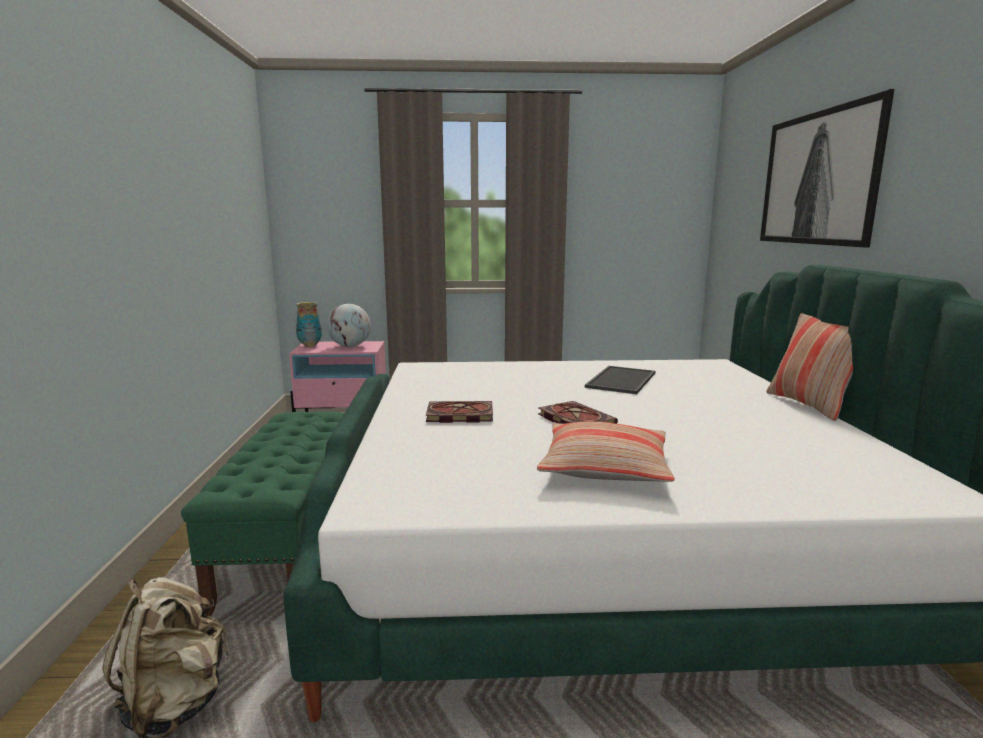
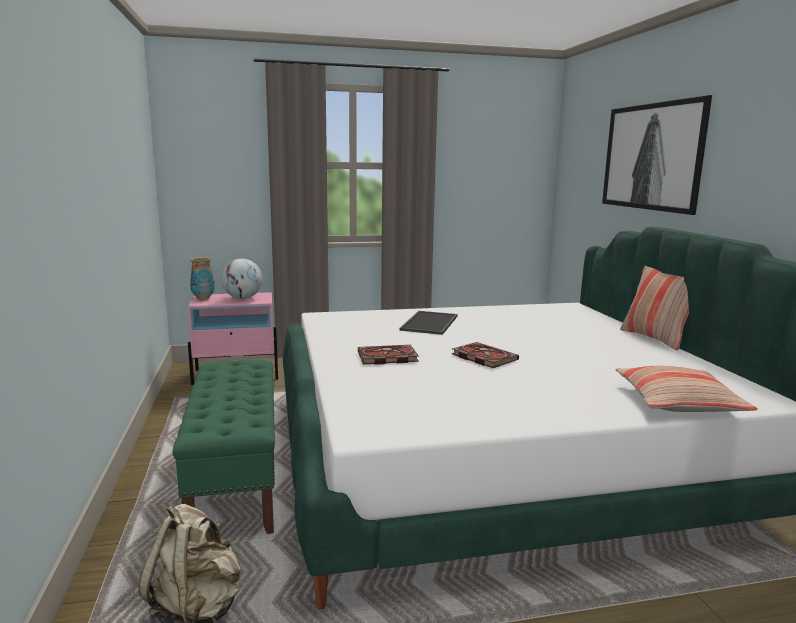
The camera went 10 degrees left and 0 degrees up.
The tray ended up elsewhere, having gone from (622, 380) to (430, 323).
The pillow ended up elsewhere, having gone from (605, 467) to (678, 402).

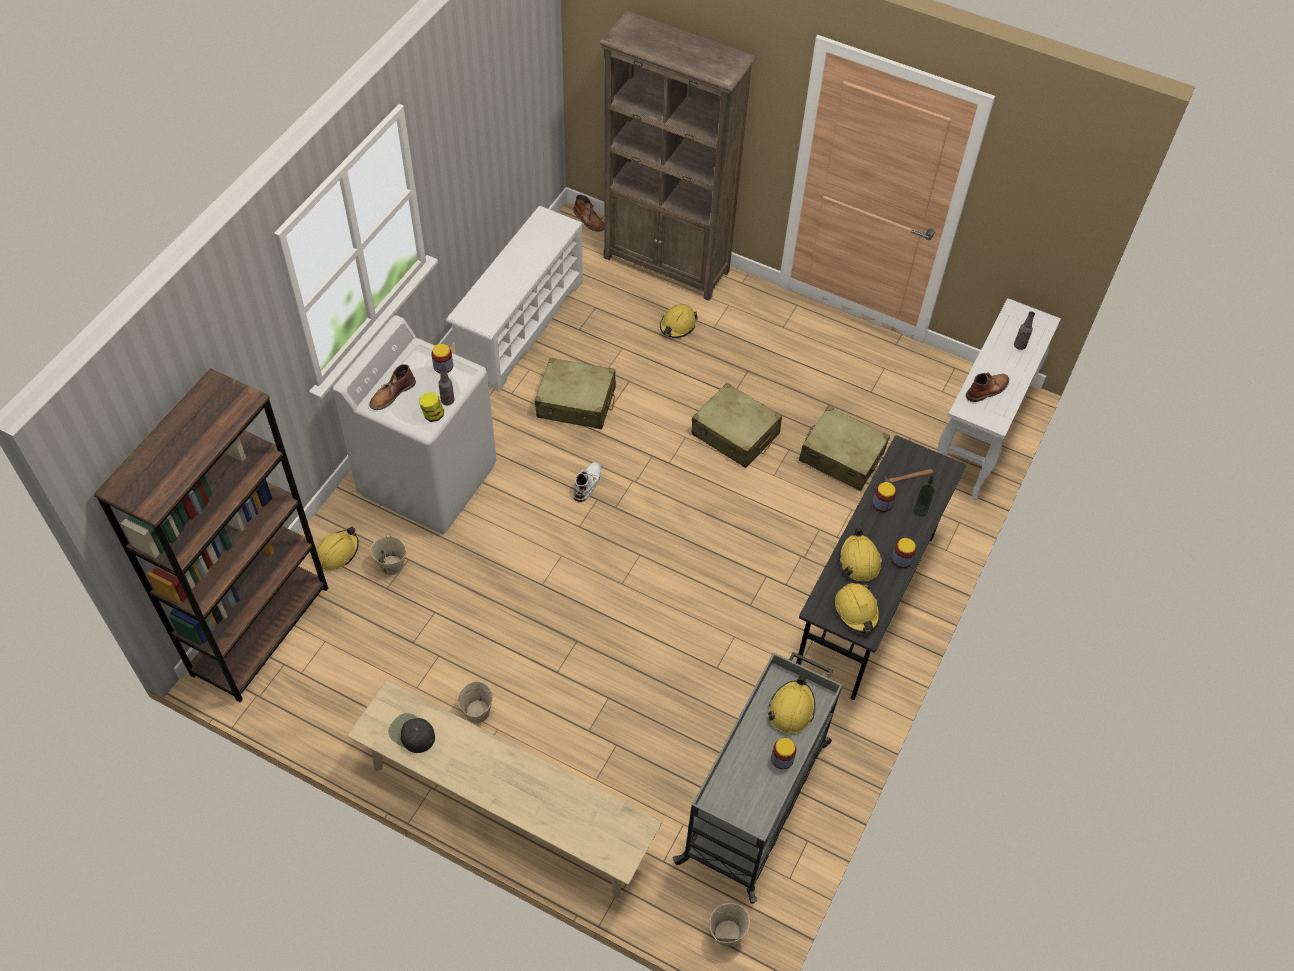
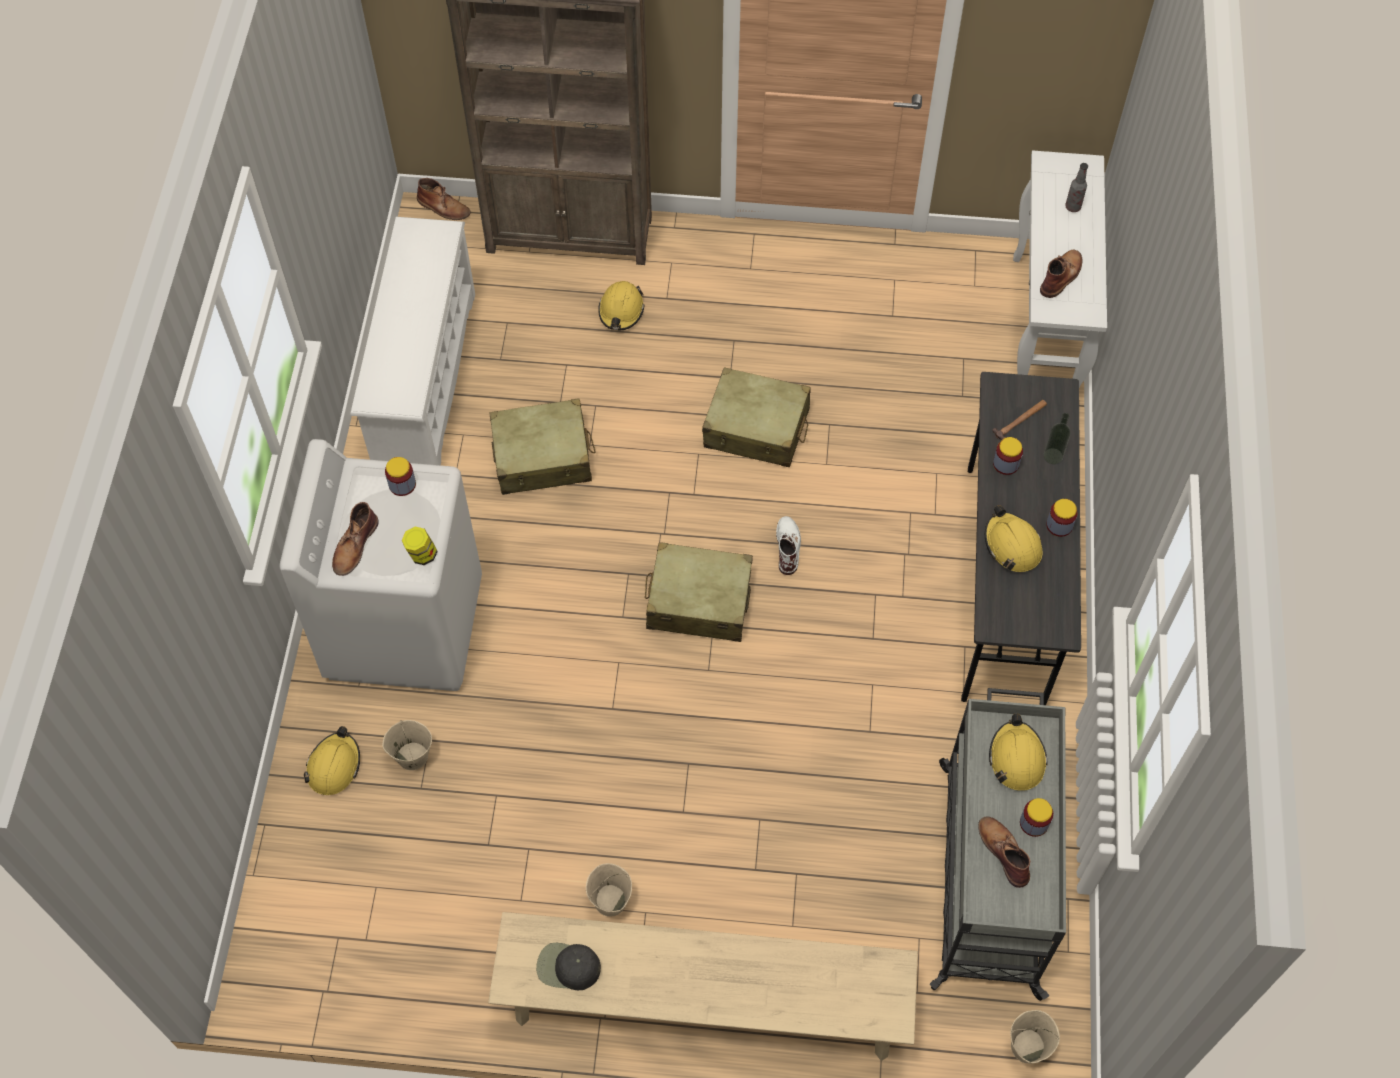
The camera went 20 degrees left and 5 degrees up.
The second view lost the bottle at (447, 401).
The second view lost the bookcase/brown at (261, 630).
The suitcase/beige ended up elsewhere, having gone from (841, 457) to (698, 601).
The boot/white ended up elsewhere, having gone from (588, 483) to (787, 546).
The second view lost the hard hat/yellow at (856, 611).
The second view gained the boot/brown at (1003, 851).

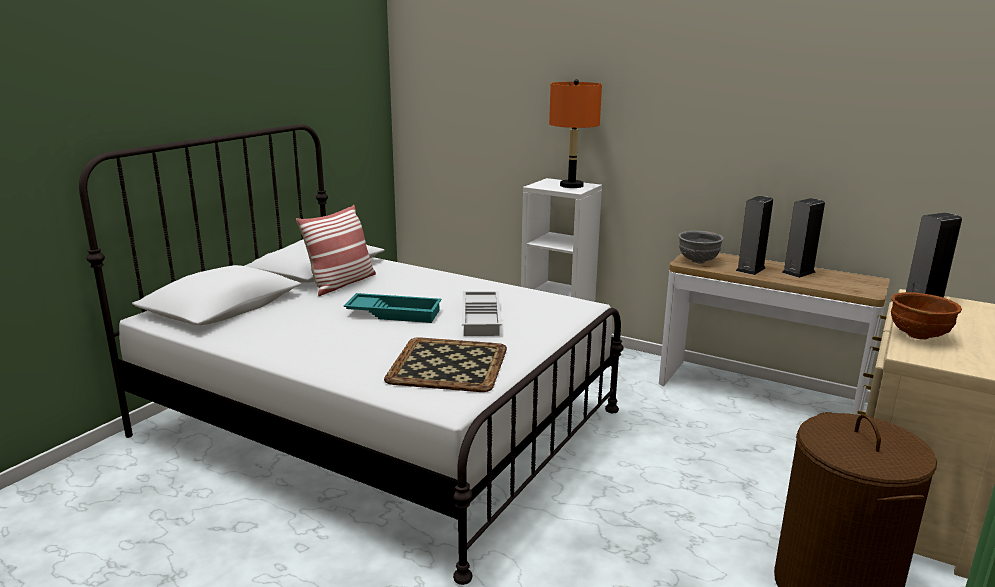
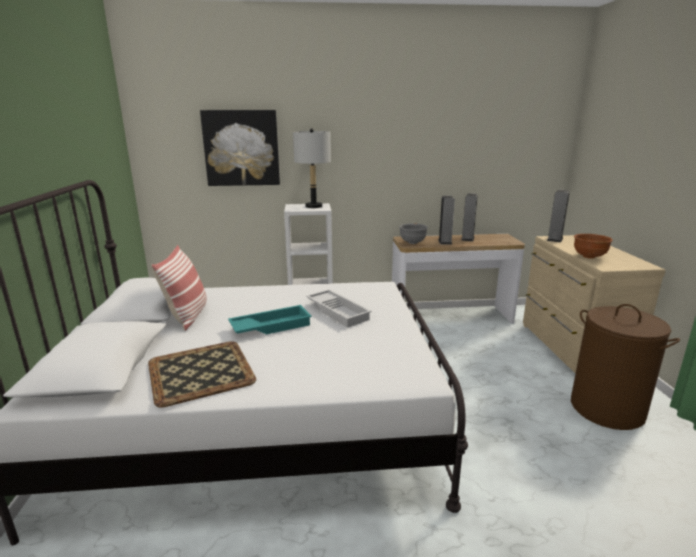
The camera went 35 degrees left and 0 degrees up.
What was the table lamp/orange at (572, 186) turned into the table lamp/grey at (314, 206).
The tray ended up elsewhere, having gone from (449, 365) to (201, 372).
The second view gained the picture at (241, 148).

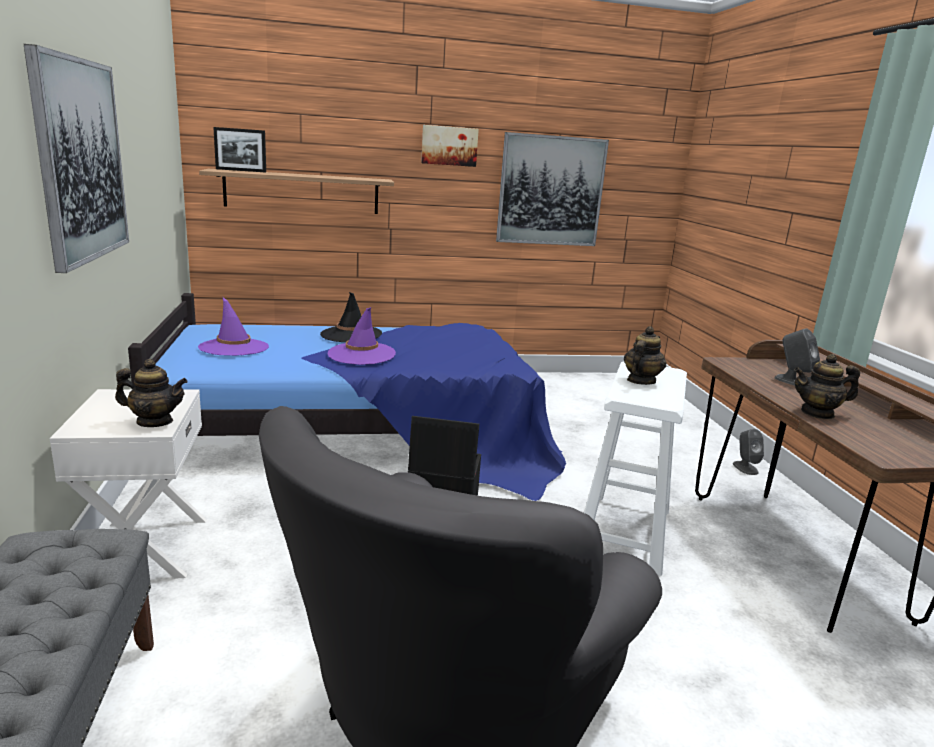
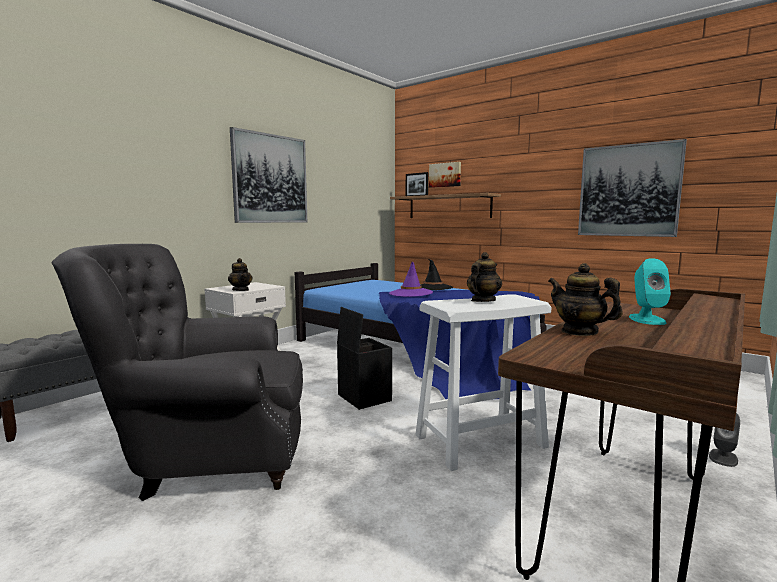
The camera went 50 degrees right and 10 degrees down.
The picture ended up elsewhere, having gone from (449, 146) to (445, 175).
The second view lost the hat/purple at (234, 347).
The teapot at (640, 381) ended up facing another way, 45 degrees counterclockwise from before.
What was the speaker/grey at (793, 381) turned into the speaker/turquoise at (646, 319).

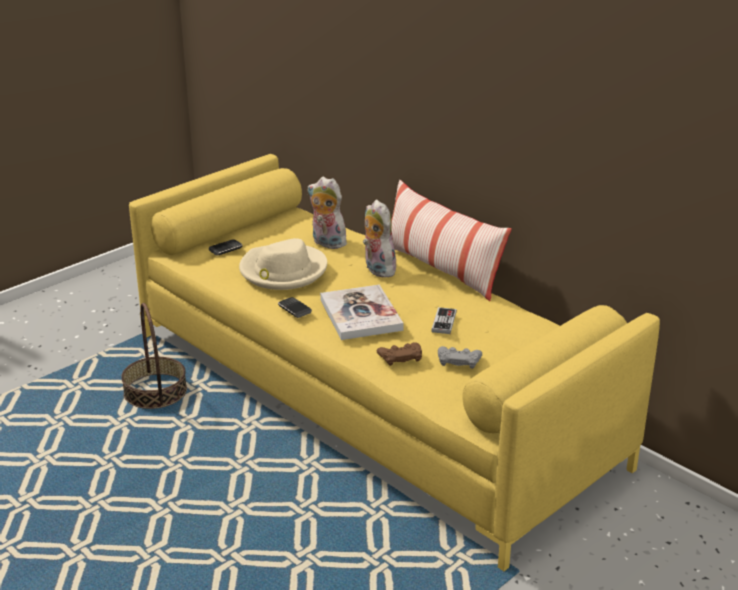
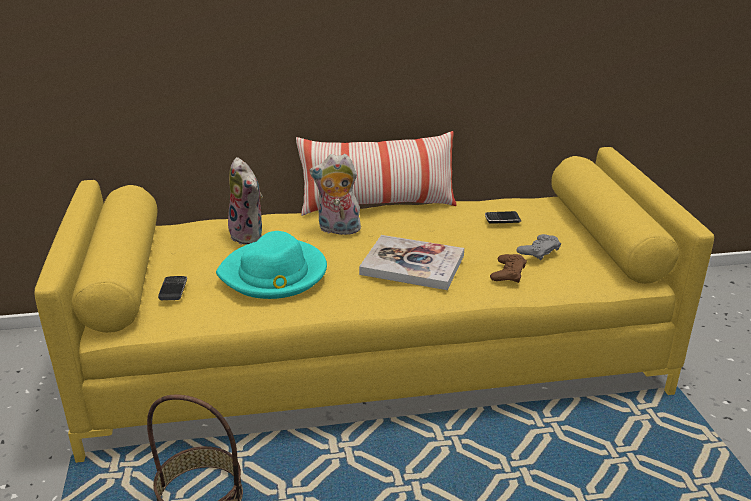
The camera went 55 degrees left and 0 degrees up.
The plush toy at (326, 243) ended up facing another way, 105 degrees counterclockwise from before.
What was the hat/beige at (282, 271) turned into the hat/turquoise at (274, 274).
The phone ended up elsewhere, having gone from (294, 309) to (502, 219).
The second view lost the game controller at (444, 322).

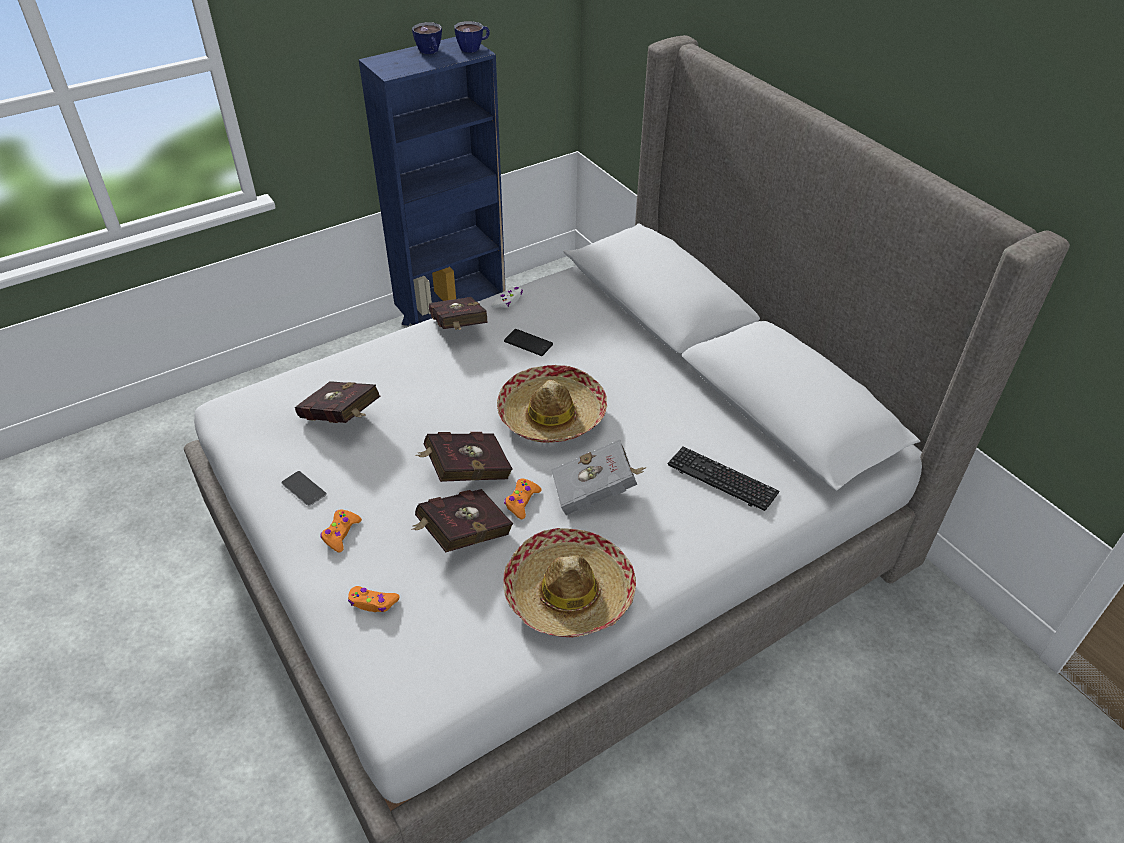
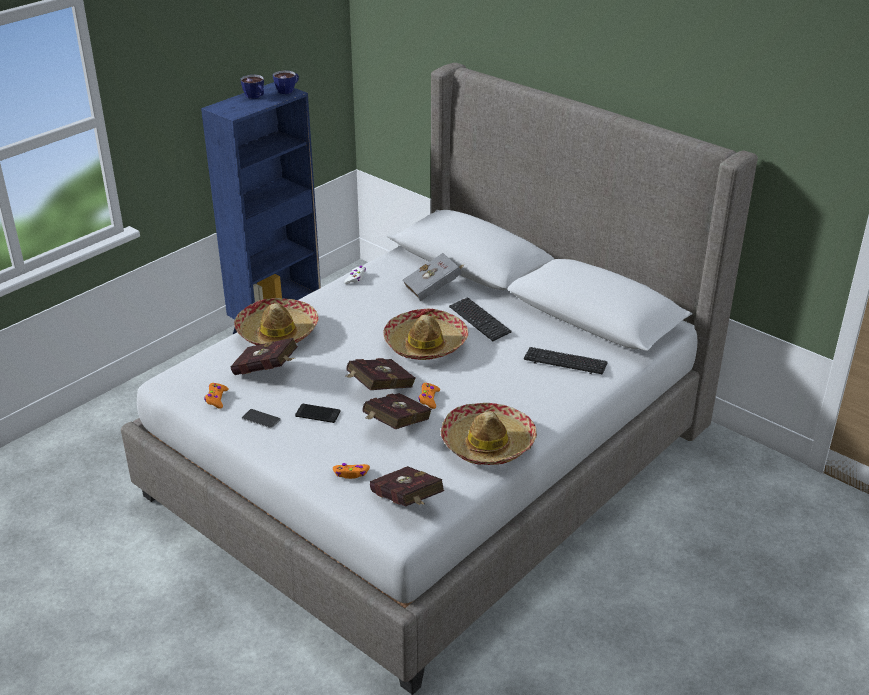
The camera went 15 degrees left and 10 degrees down.
The book/red ended up elsewhere, having gone from (458, 329) to (407, 503).
The phone ended up elsewhere, having gone from (528, 343) to (317, 414).
The book/grey ended up elsewhere, having gone from (596, 492) to (434, 289).
The game controller/orange ended up elsewhere, having gone from (341, 533) to (216, 399).
The second view gained the keyboard at (479, 320).
The second view gained the hat at (277, 332).

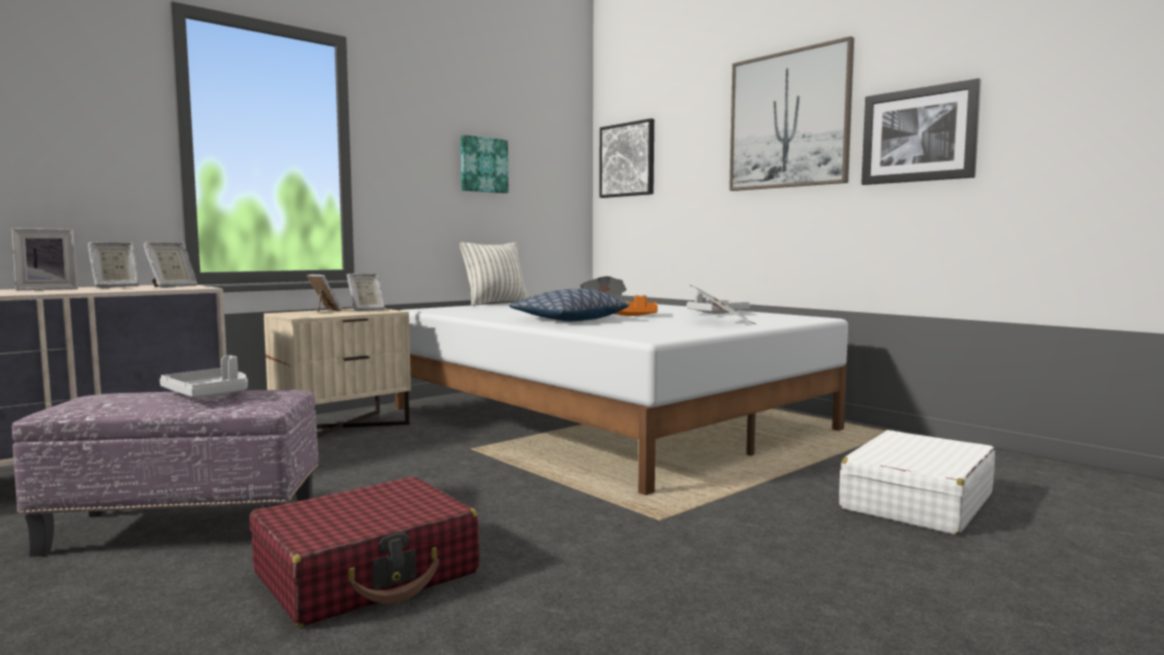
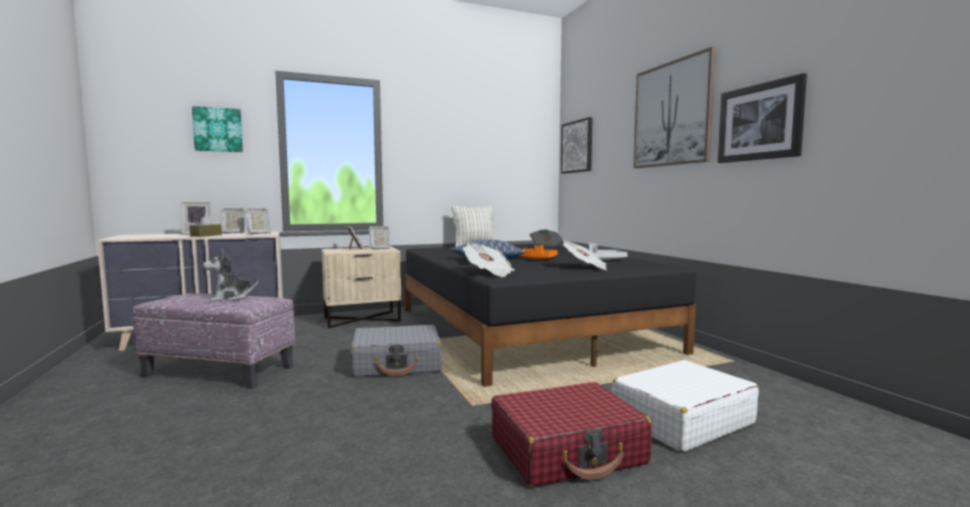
The camera went 20 degrees right and 0 degrees up.
The picture ended up elsewhere, having gone from (483, 165) to (218, 130).
What was the bed/white at (606, 418) turned into the bed/black at (525, 328).
Where the tray/grey stood at (209, 395), the plush toy came to stand at (230, 298).
The suitcase/red ended up elsewhere, having gone from (368, 573) to (567, 450).
The second view gained the tissue box/brown at (206, 235).
The second view gained the newspaper at (488, 273).
The second view gained the suitcase/grey at (397, 364).

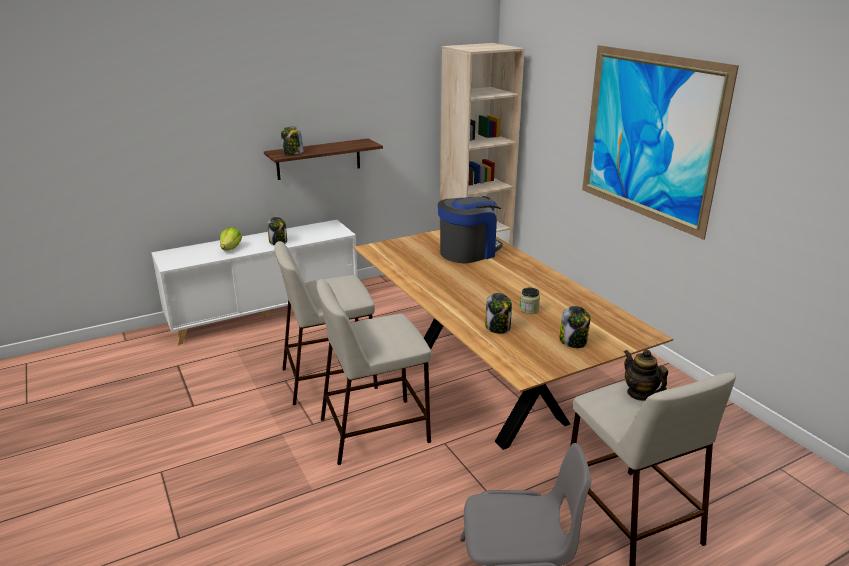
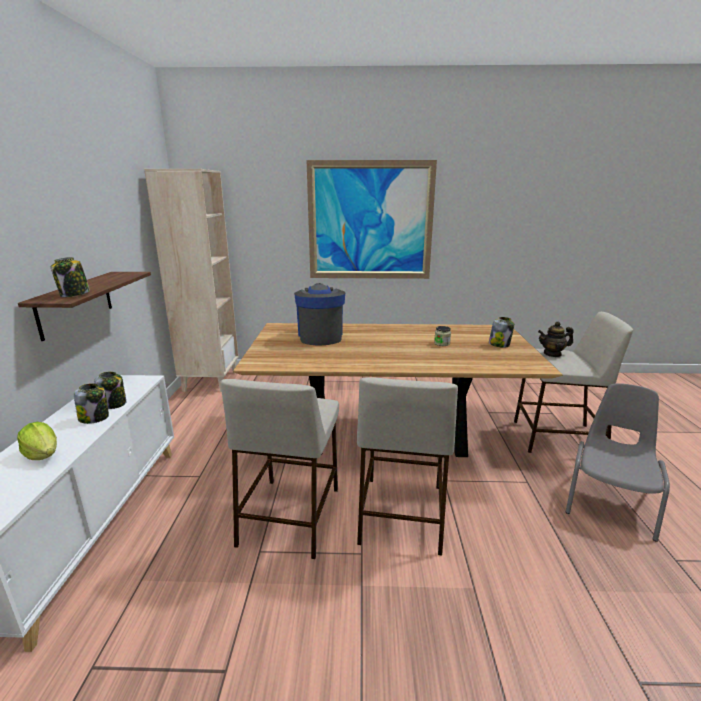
The camera went 60 degrees left and 5 degrees down.
The jar ended up elsewhere, having gone from (498, 327) to (113, 404).

